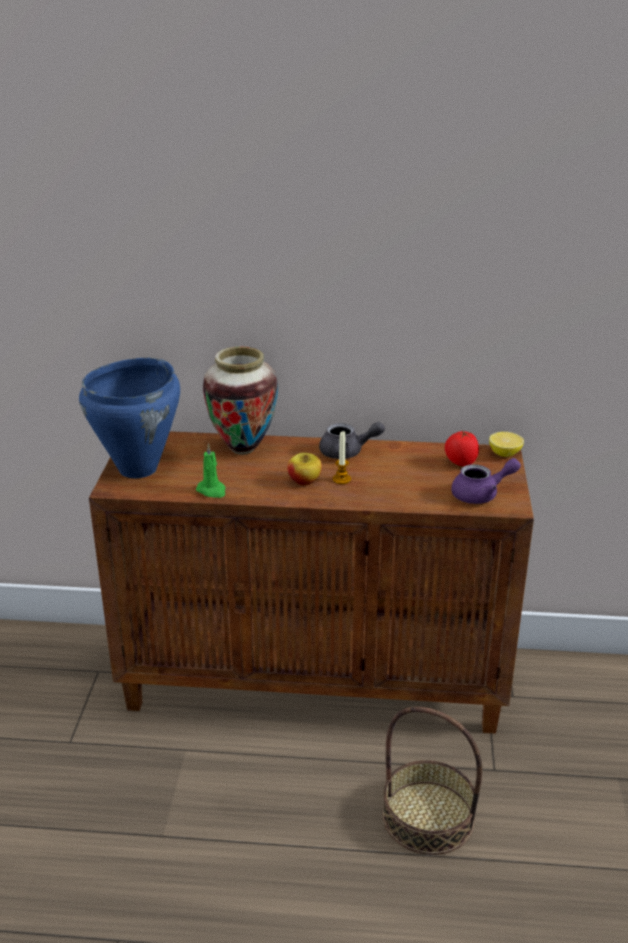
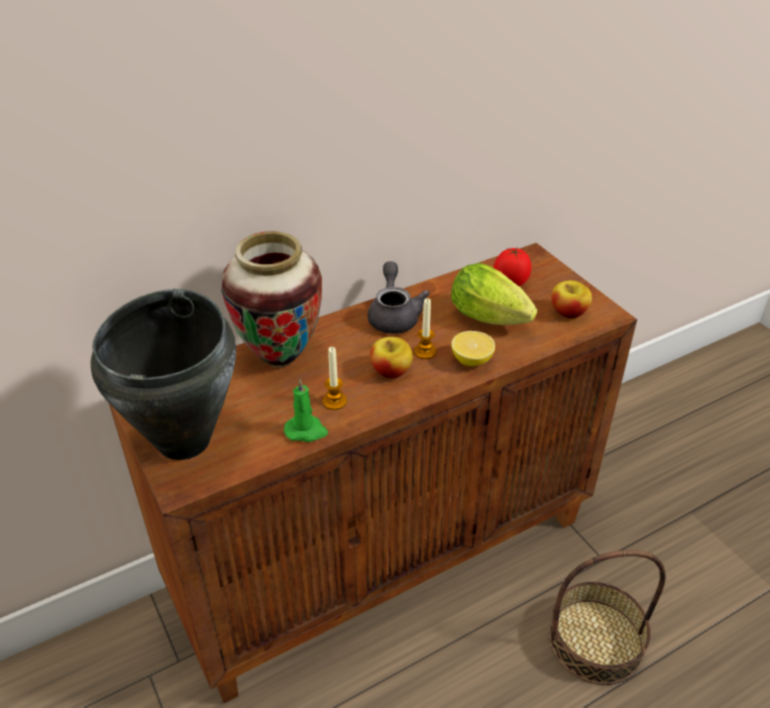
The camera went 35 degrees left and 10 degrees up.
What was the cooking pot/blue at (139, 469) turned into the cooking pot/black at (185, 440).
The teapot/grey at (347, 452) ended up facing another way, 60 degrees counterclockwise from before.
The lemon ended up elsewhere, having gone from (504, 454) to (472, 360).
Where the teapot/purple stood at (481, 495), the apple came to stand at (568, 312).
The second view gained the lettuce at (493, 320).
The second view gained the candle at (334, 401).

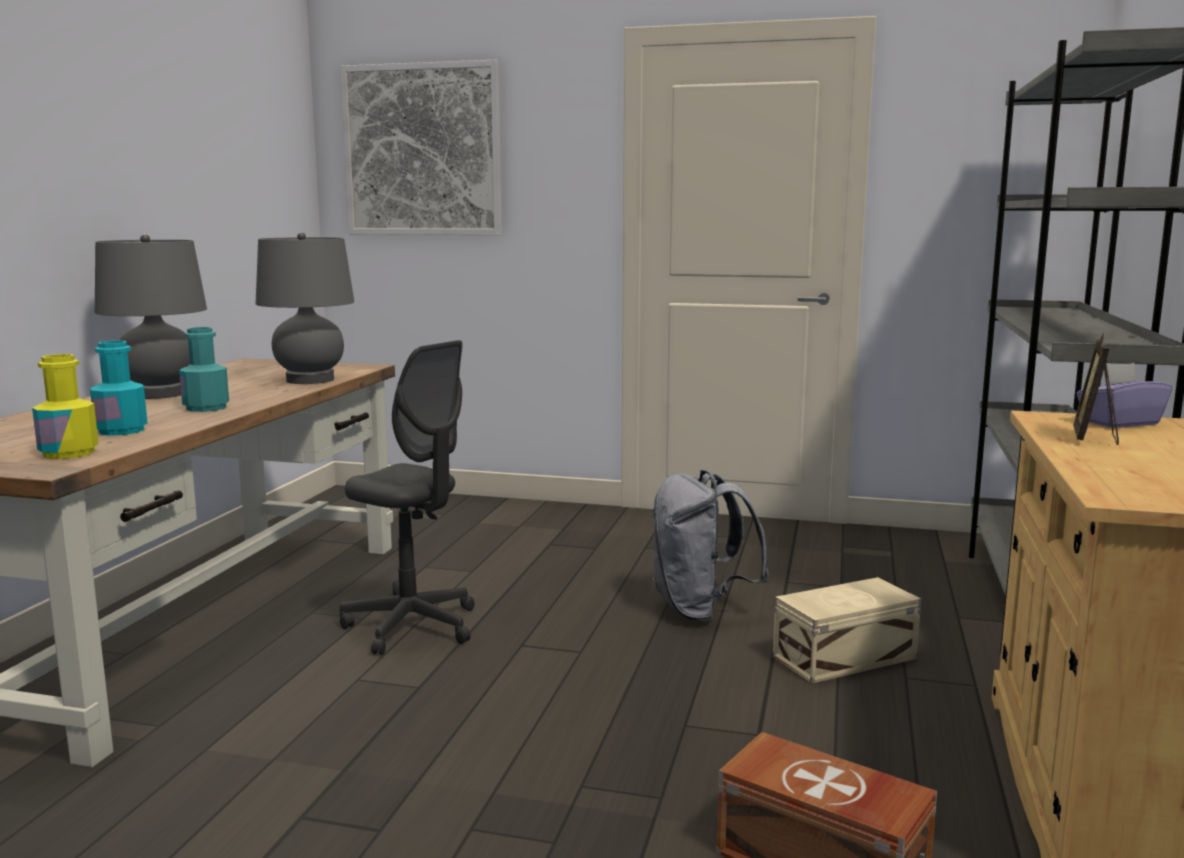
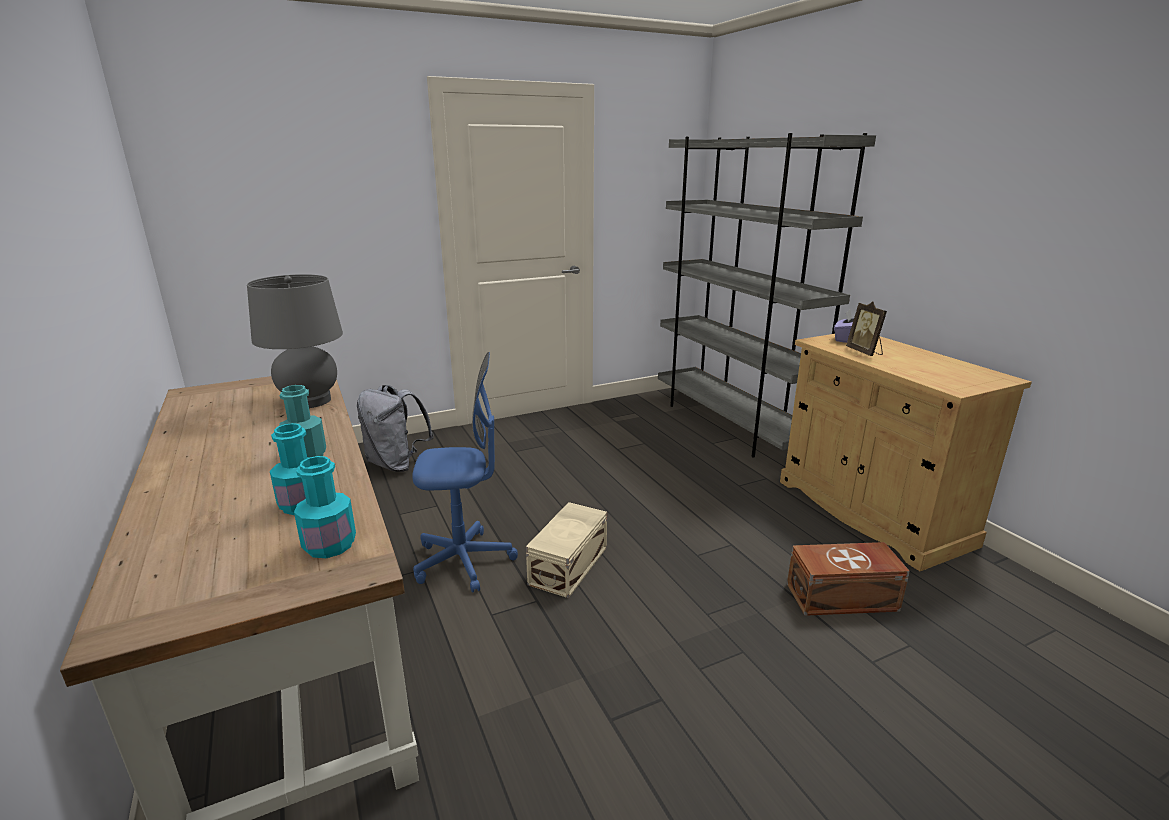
The camera went 40 degrees left and 10 degrees up.
The second view lost the picture at (423, 150).
The second view lost the table lamp/grey at (159, 394).
What was the office chair/grey at (412, 626) turned into the office chair/blue at (464, 561).
What was the bottle/yellow at (69, 453) turned into the bottle/turquoise at (330, 545).
The backpack/grey ended up elsewhere, having gone from (701, 610) to (397, 464).
The storage box/beige ended up elsewhere, having gone from (847, 658) to (570, 565).

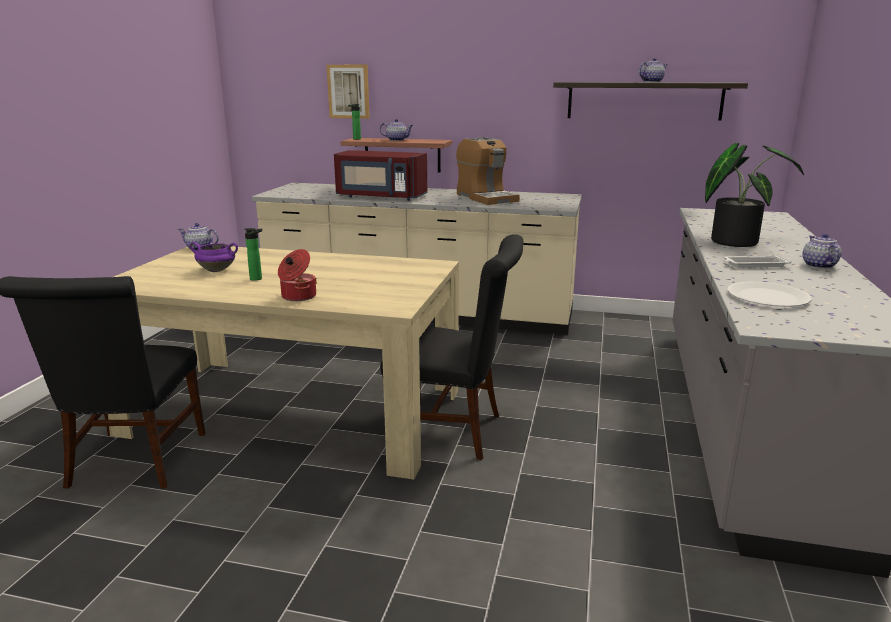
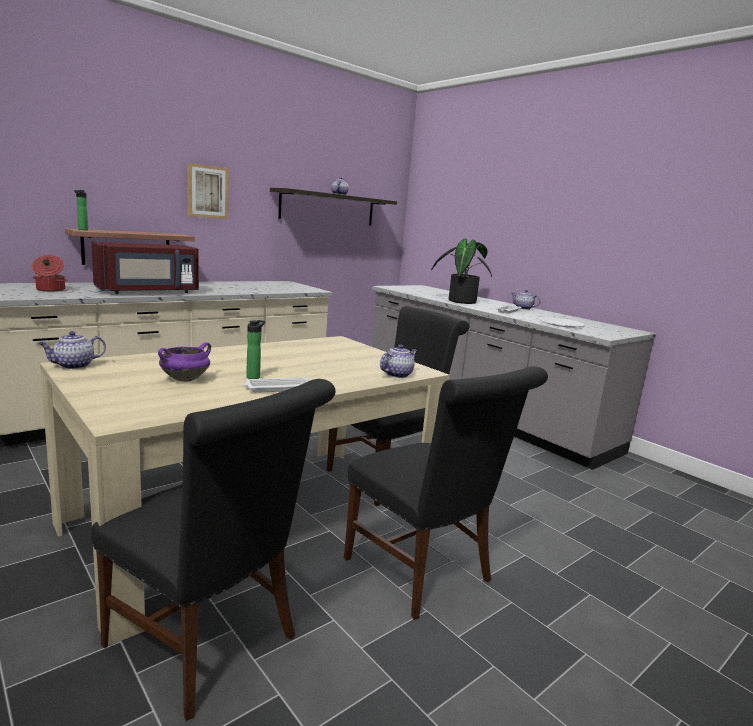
The camera went 55 degrees left and 5 degrees down.
The picture ended up elsewhere, having gone from (349, 91) to (207, 191).
The teapot ended up elsewhere, having gone from (397, 140) to (397, 374).
The second view lost the coffee machine at (486, 198).
The cooking pot ended up elsewhere, having gone from (298, 296) to (50, 290).
The second view gained the chair/black at (424, 573).
The second view gained the tray/white at (277, 388).

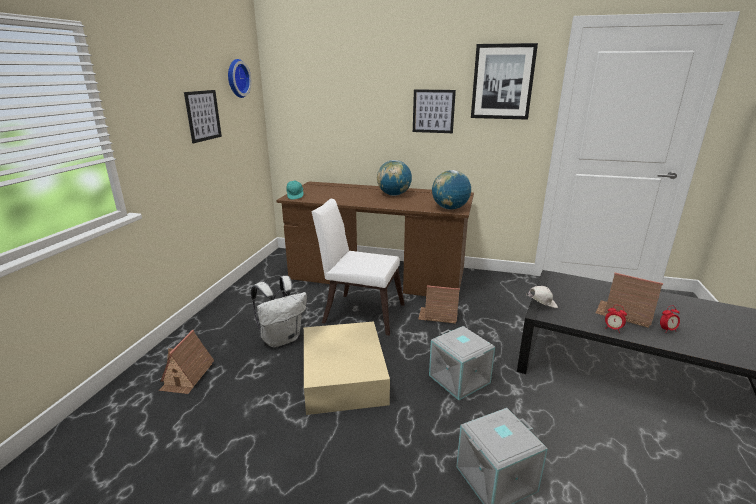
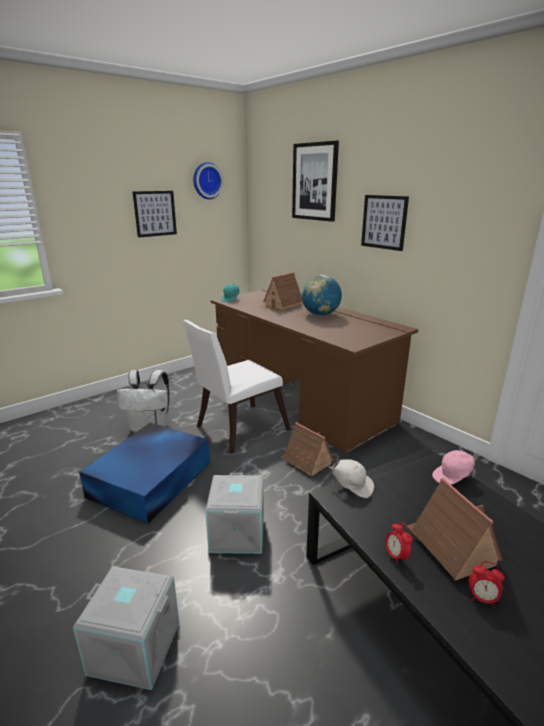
The camera went 35 degrees right and 0 degrees up.
The picture ended up elsewhere, having gone from (502, 82) to (315, 182).
The second view lost the globe at (450, 208).
The chair/white at (359, 312) ended up facing another way, 90 degrees counterclockwise from before.
What was the storage box/beige at (344, 374) turned into the storage box/blue at (152, 479).
The toy house ended up elsewhere, having gone from (187, 376) to (281, 305).
The second view gained the cap/pink at (453, 477).

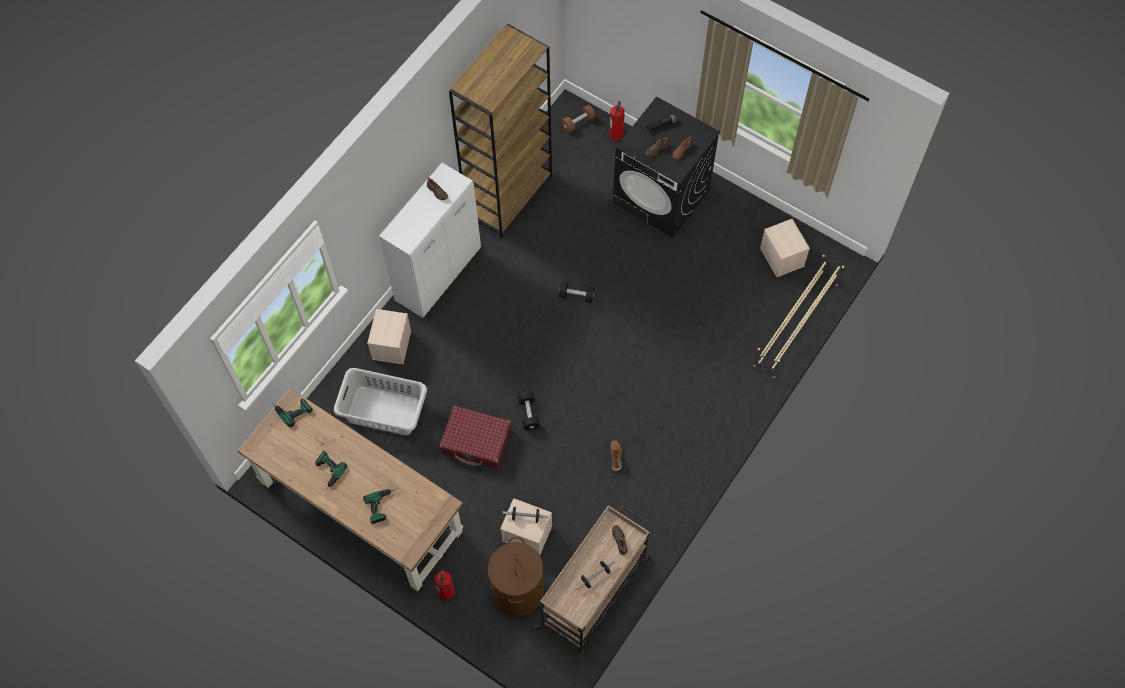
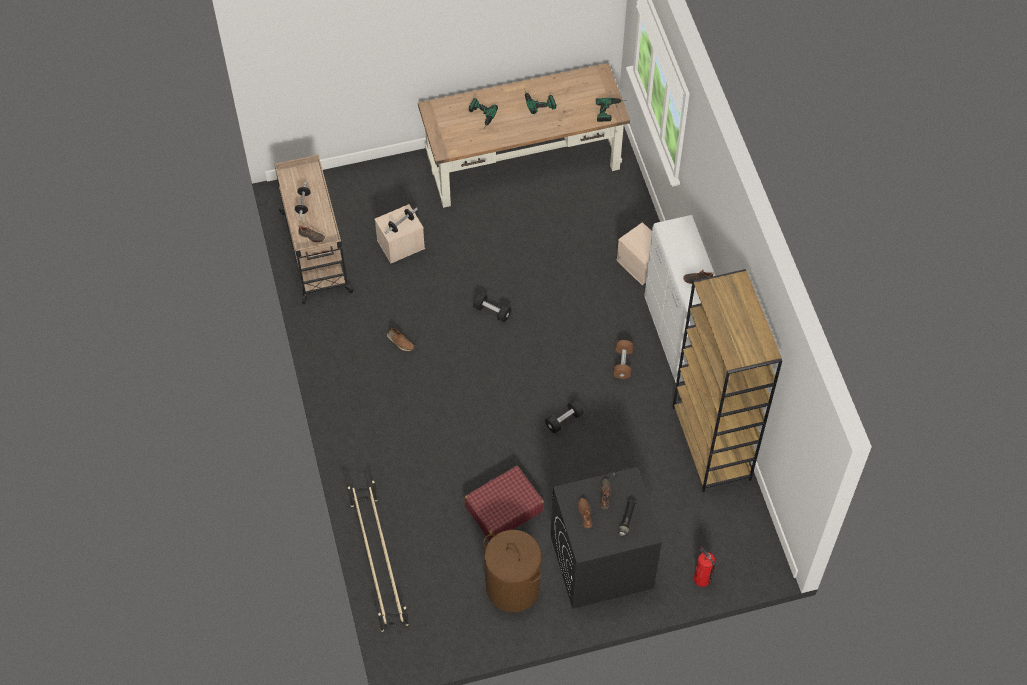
The camera went 130 degrees right and 5 degrees down.
The dumbbell/brown ended up elsewhere, having gone from (578, 123) to (622, 363).
The second view lost the storage box/beige at (782, 257).
The second view lost the laundry basket/grey at (384, 411).
The suitcase/red ended up elsewhere, having gone from (476, 442) to (503, 508).
The laundry basket/brown ended up elsewhere, having gone from (518, 591) to (512, 587).
The second view lost the fire extinguisher at (446, 591).

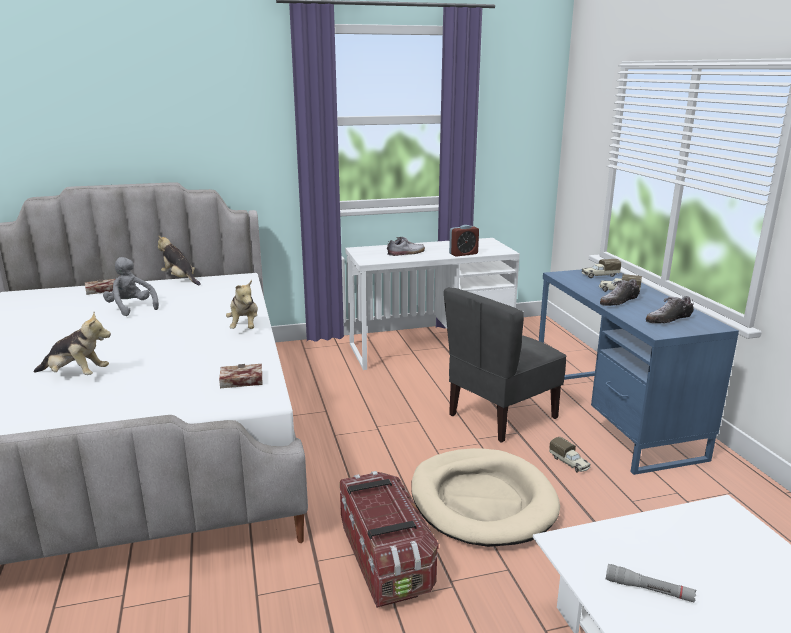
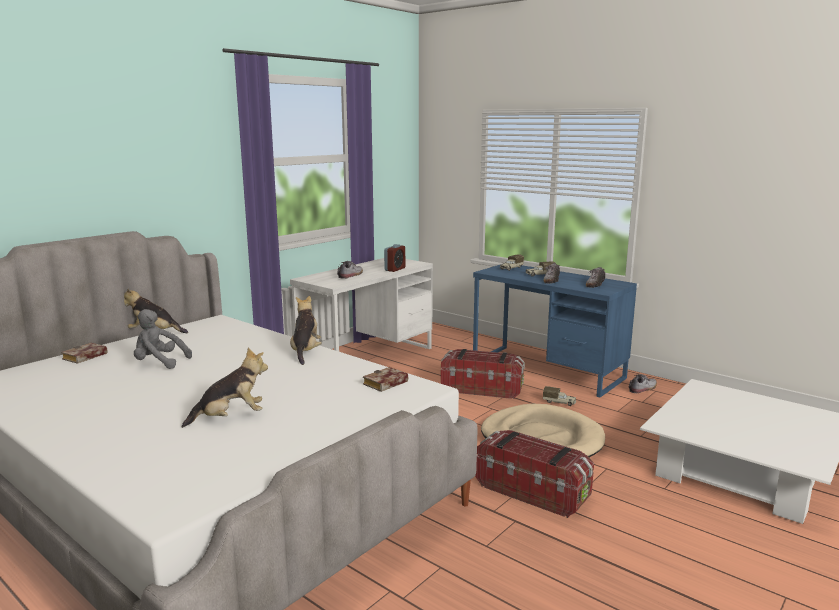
The camera went 35 degrees left and 5 degrees down.
The plush toy at (245, 327) ended up facing another way, 135 degrees counterclockwise from before.
Where the chair/grey stood at (501, 416), the storage box came to stand at (482, 389).
The second view lost the flashlight/grey at (649, 590).
The second view gained the shoe at (642, 388).

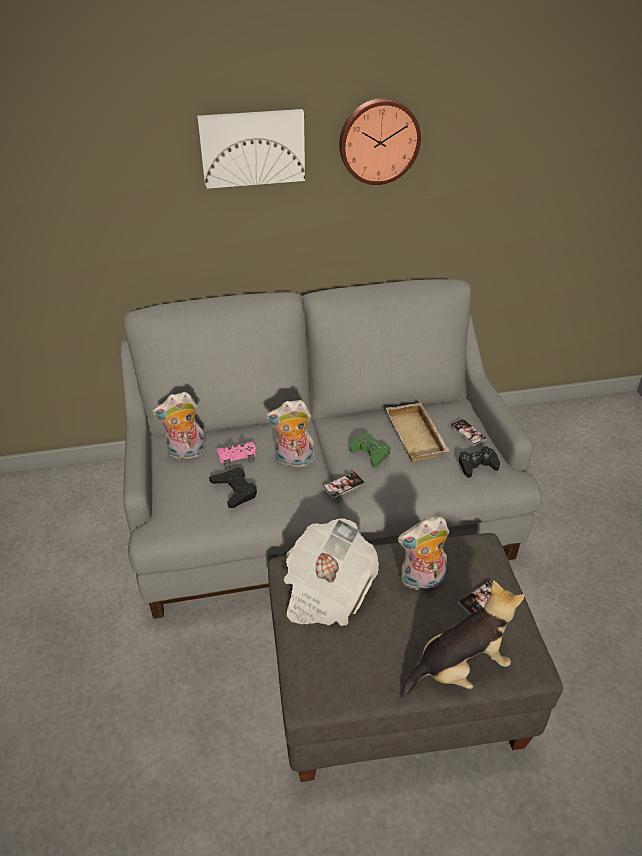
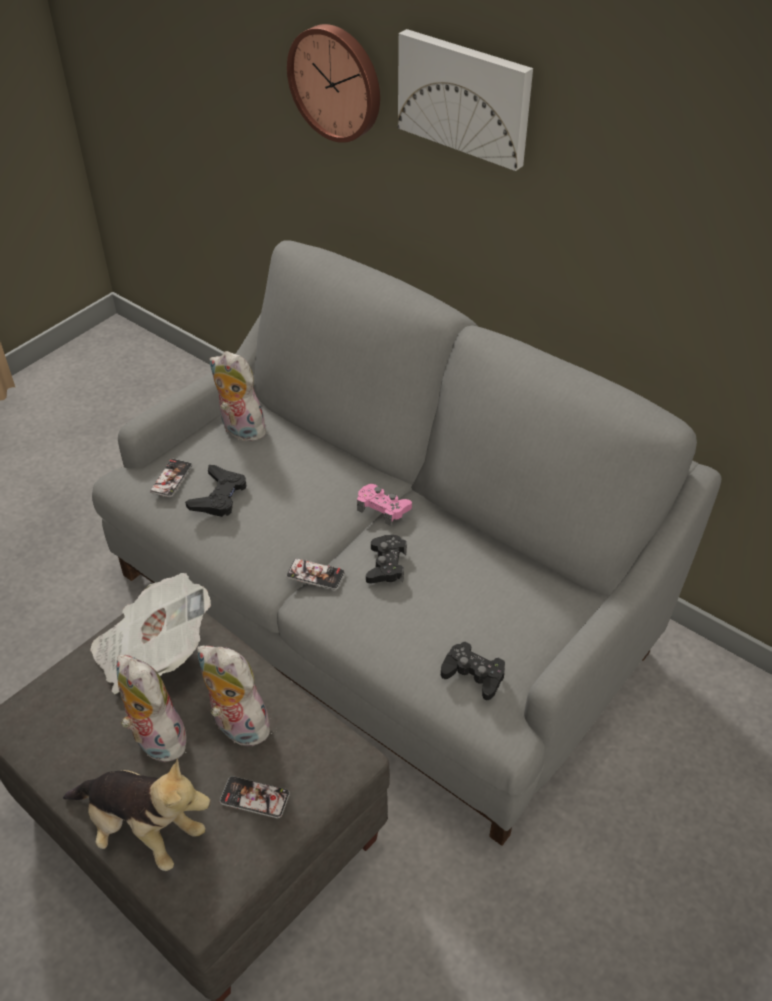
The camera went 50 degrees right and 5 degrees up.
The wall clock ended up elsewhere, having gone from (378, 141) to (337, 82).
The plush toy ended up elsewhere, having gone from (293, 461) to (155, 739).
The second view lost the tray/beige at (418, 437).
The phone ended up elsewhere, having gone from (468, 432) to (171, 478).
What was the game controller/green at (370, 453) turned into the game controller/black at (386, 565).
The game controller/pink ended up elsewhere, having gone from (237, 457) to (383, 508).

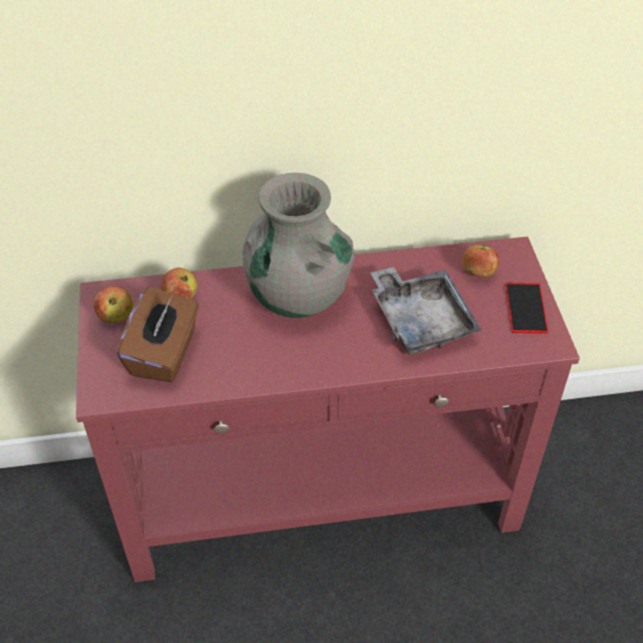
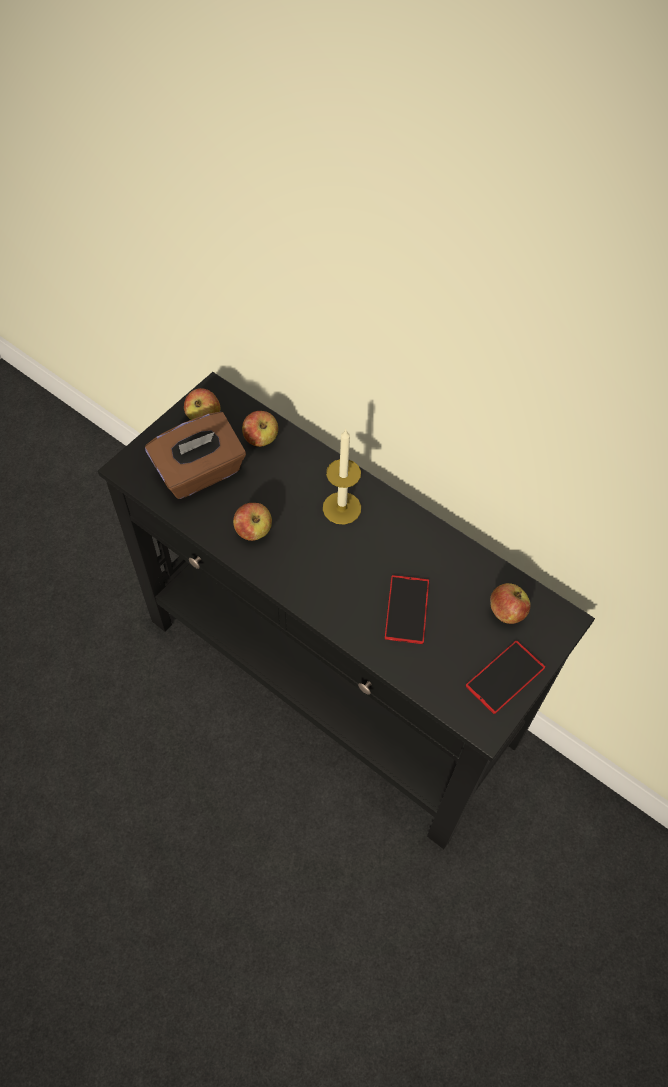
The camera went 45 degrees right and 10 degrees up.
Where the vase/grey stood at (298, 296), the candle came to stand at (341, 508).
What was the console table/red at (323, 497) turned into the console table/black at (330, 682).
Where the tray/grey stood at (420, 320), the phone came to stand at (407, 609).
The second view gained the apple at (253, 531).

